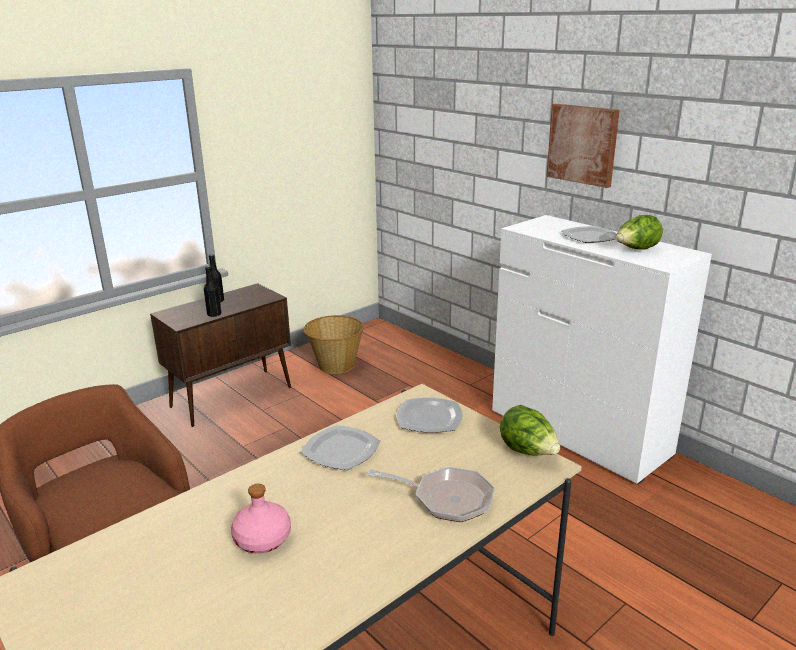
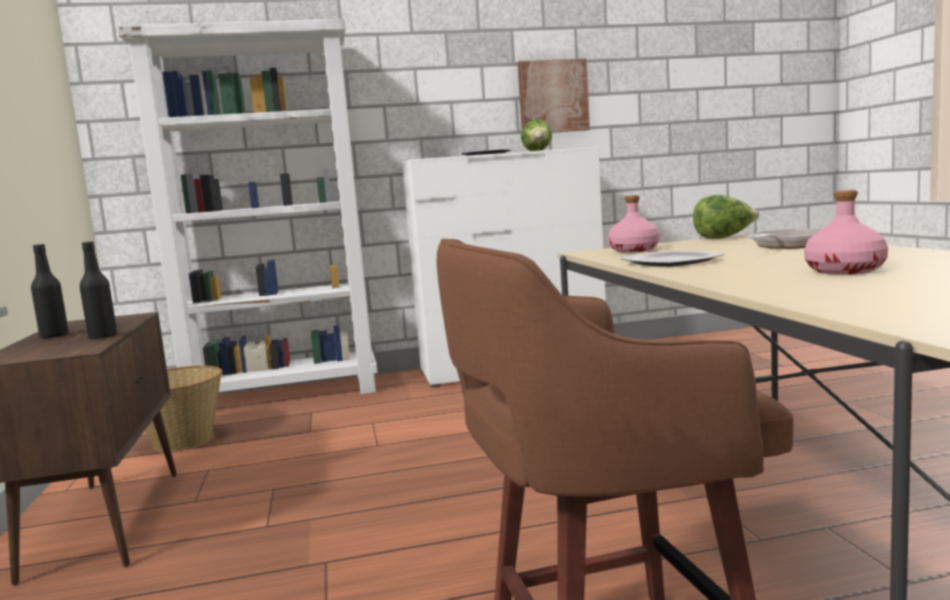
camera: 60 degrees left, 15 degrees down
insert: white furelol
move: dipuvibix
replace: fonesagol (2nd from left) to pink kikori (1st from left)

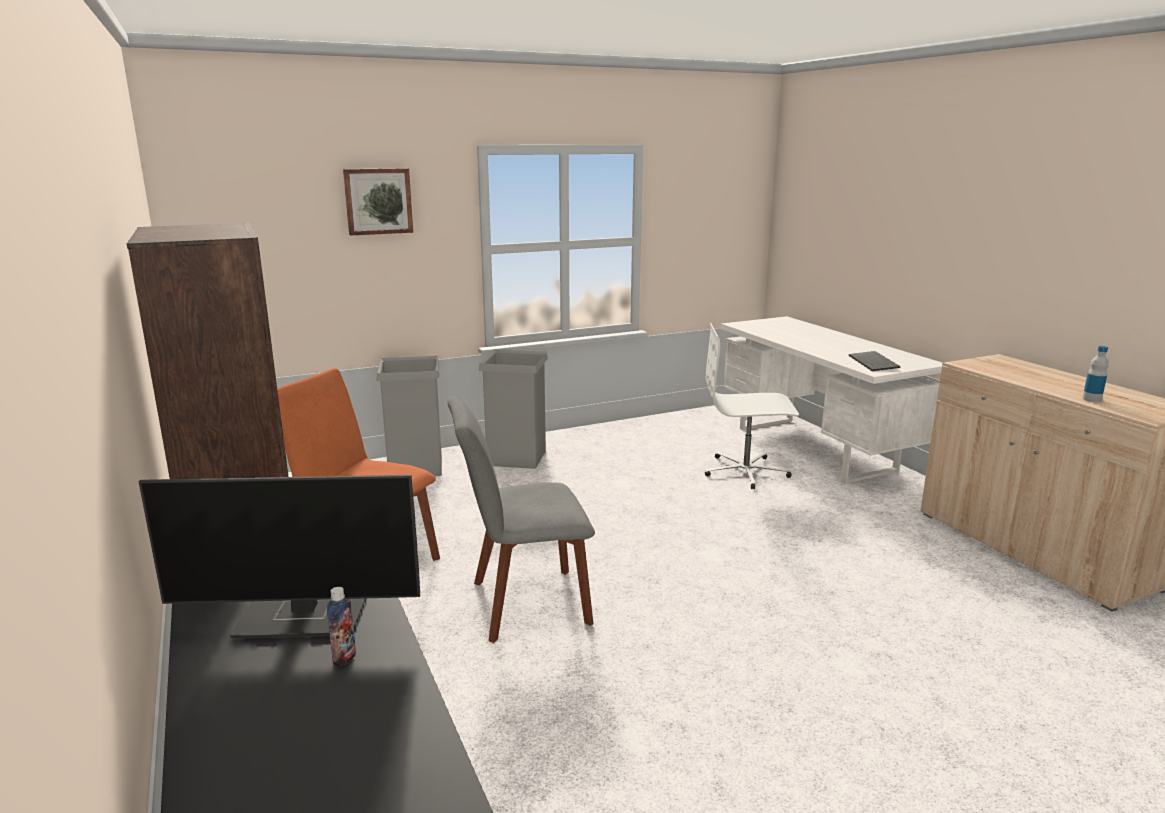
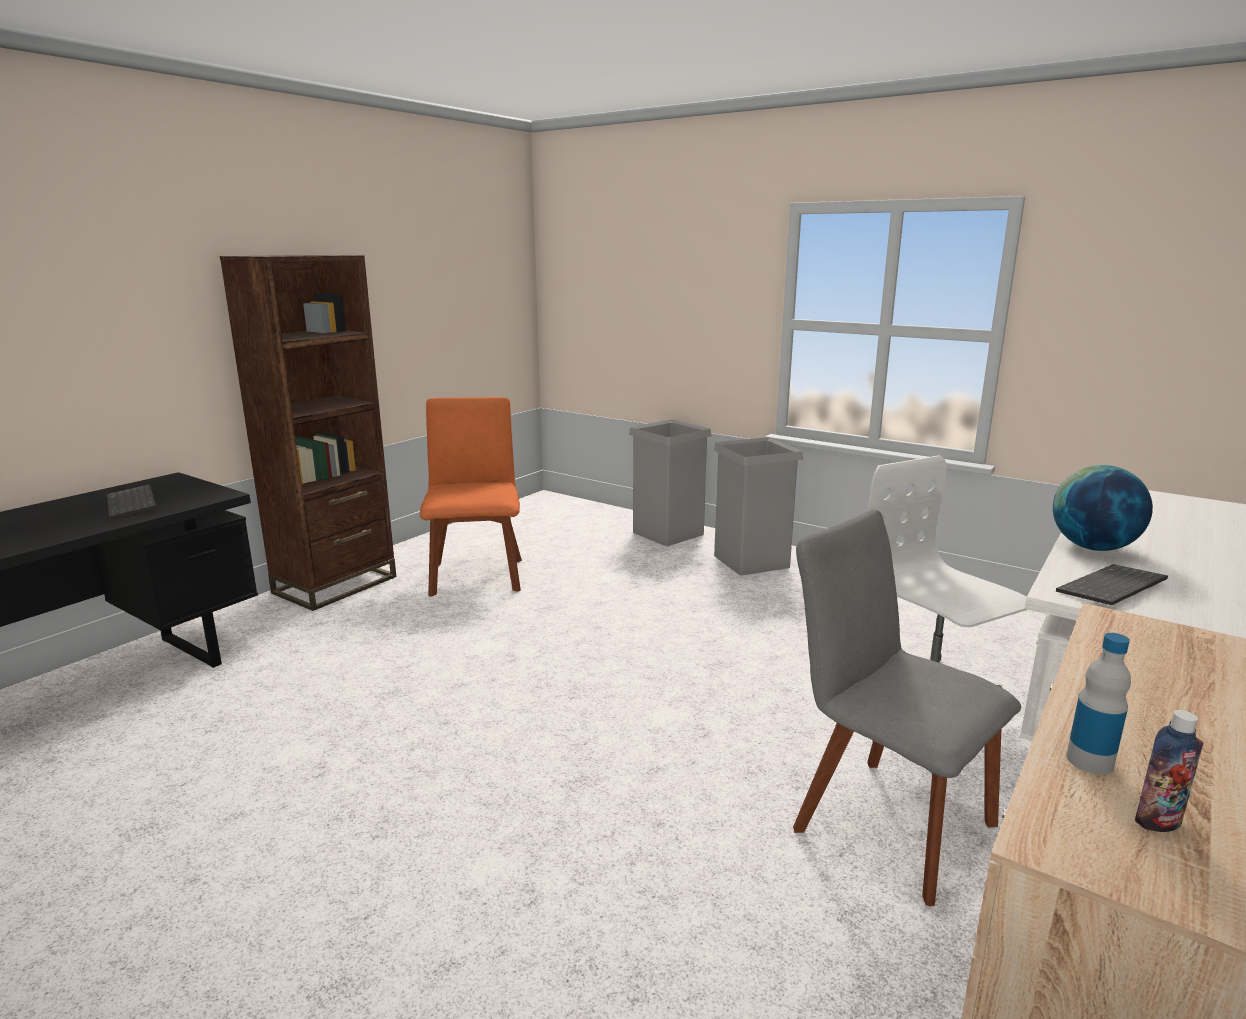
camera: 60 degrees right, 0 degrees up
delete: dipuvibix
insert: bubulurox
move: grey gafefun; kikori (1st from left in the first image) to kikori (2nd from left)
replace: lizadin to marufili (1st from left)

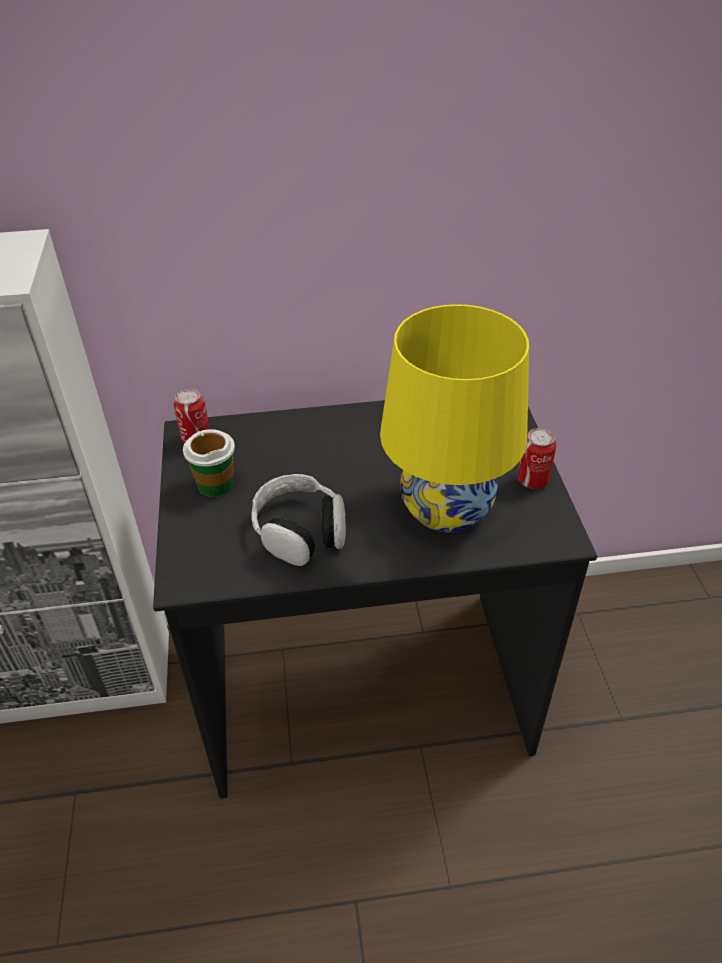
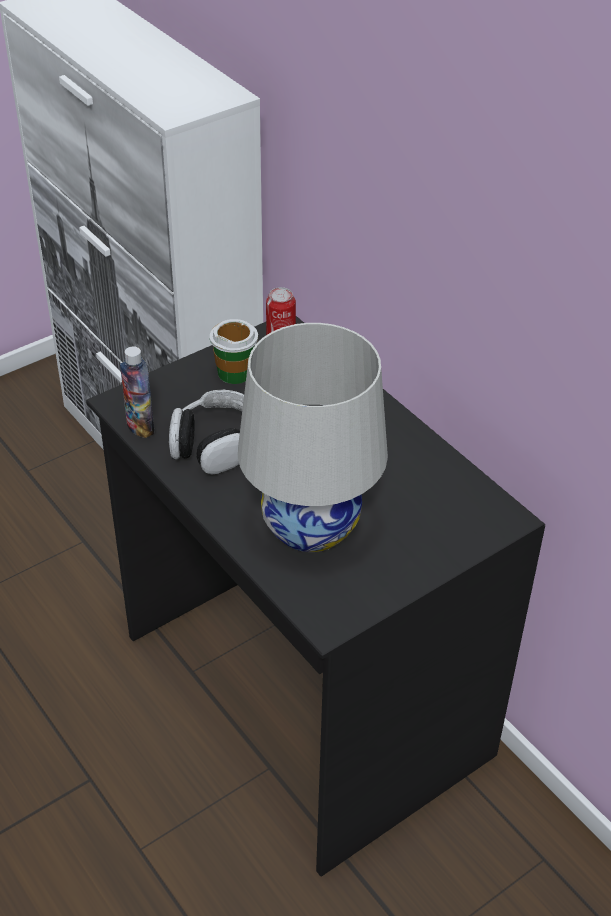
camera: 60 degrees right, 0 degrees up
delete: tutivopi (2nd from left)
insert: kikori
recolor: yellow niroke to white niroke

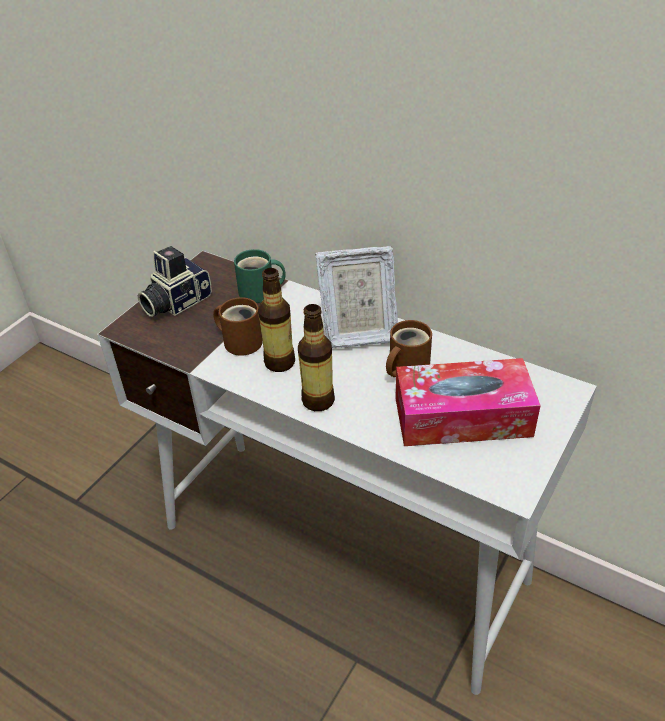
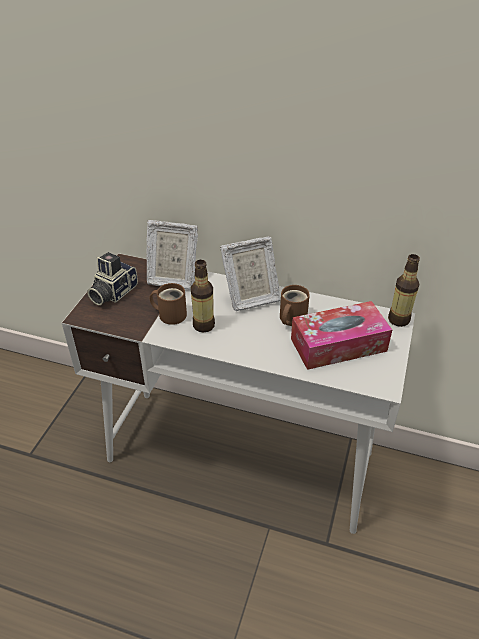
camera: 15 degrees left, 0 degrees up
move: kikori (2nd from left)
replace: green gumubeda to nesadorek (1st from left)

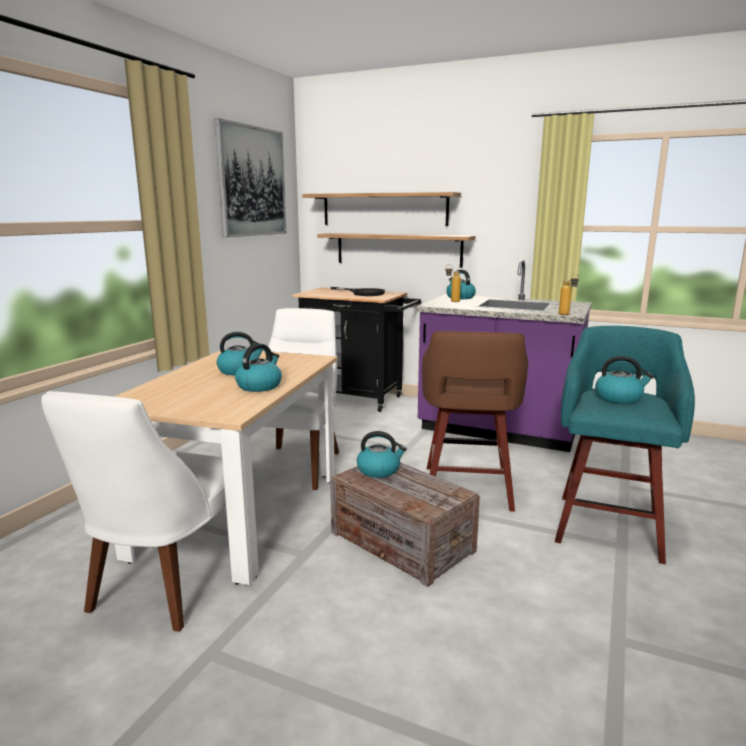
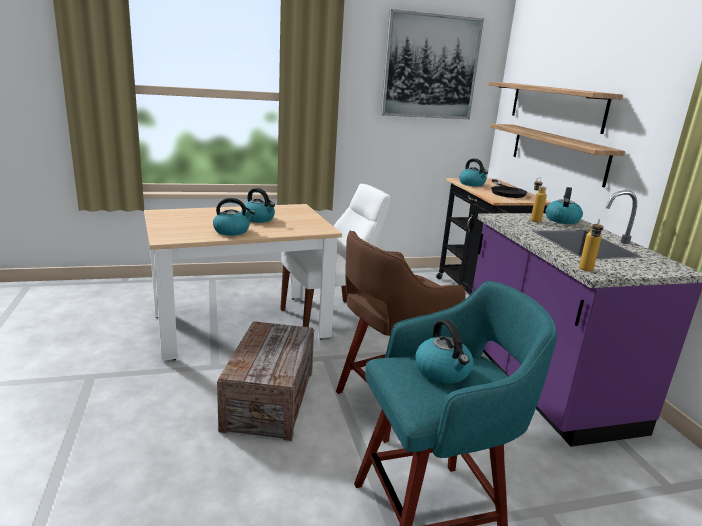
camera: 50 degrees right, 5 degrees up
delete: white gafefun (1st from left)
move: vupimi (3rd from left in the first image) to vupimi (4th from left)

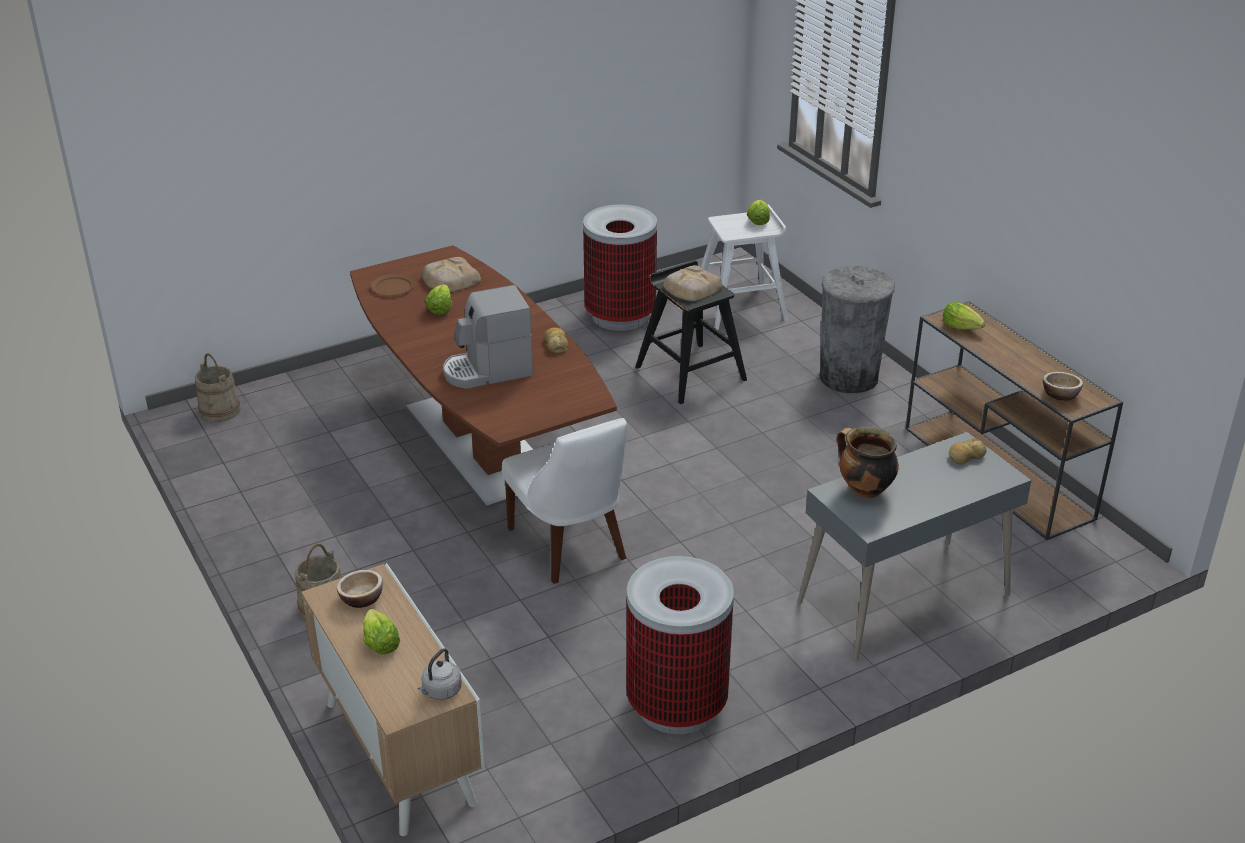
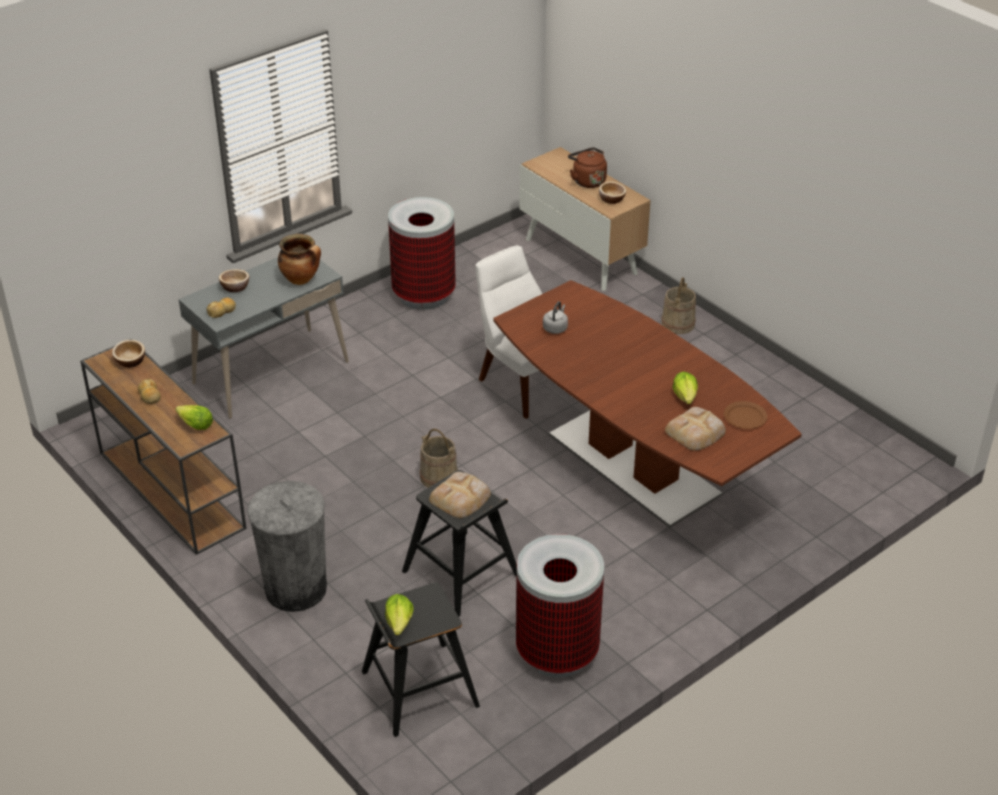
camera: 170 degrees right, 5 degrees up
delete: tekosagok
insert: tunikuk (2nd from left)
move: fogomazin (2nd from left in the first image) to fogomazin (1st from left); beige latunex (1st from left); grey vupimi
replace: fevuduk (1st from left) to brown vupimi
recolor: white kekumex to black kekumex (1st from left)

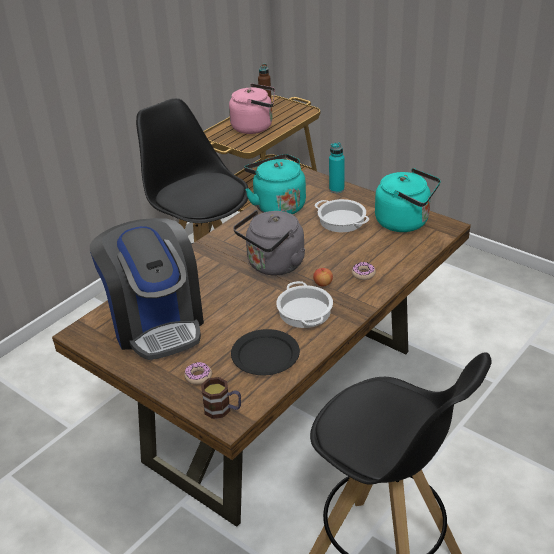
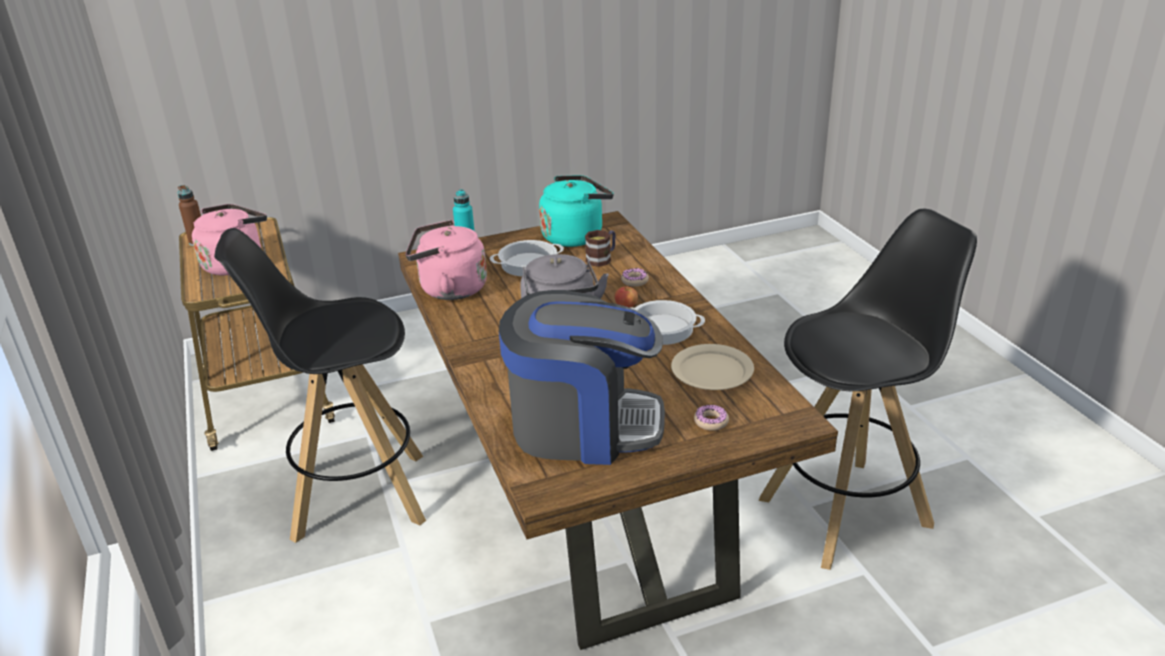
camera: 60 degrees left, 5 degrees down
move: gumubeda
recolor: turquoise vupimi (1st from left) to pink vupimi (2nd from left); black fonesagol to beige fonesagol

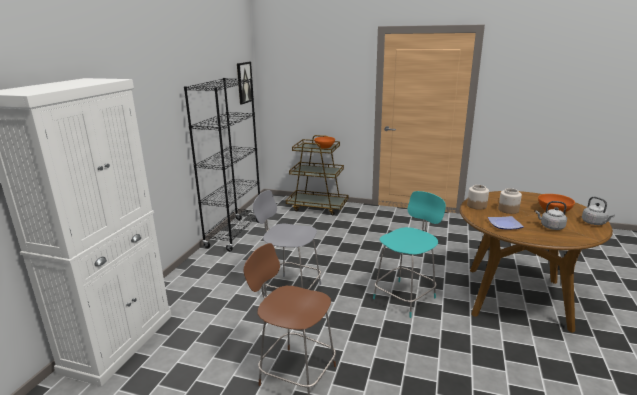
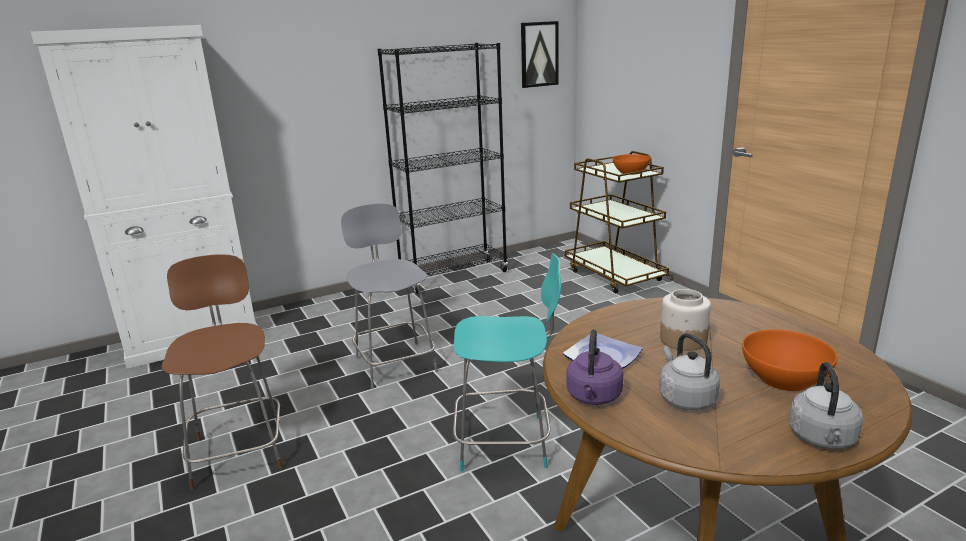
camera: 45 degrees right, 0 degrees up
delete: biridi (1st from left)
insert: purple vupimi

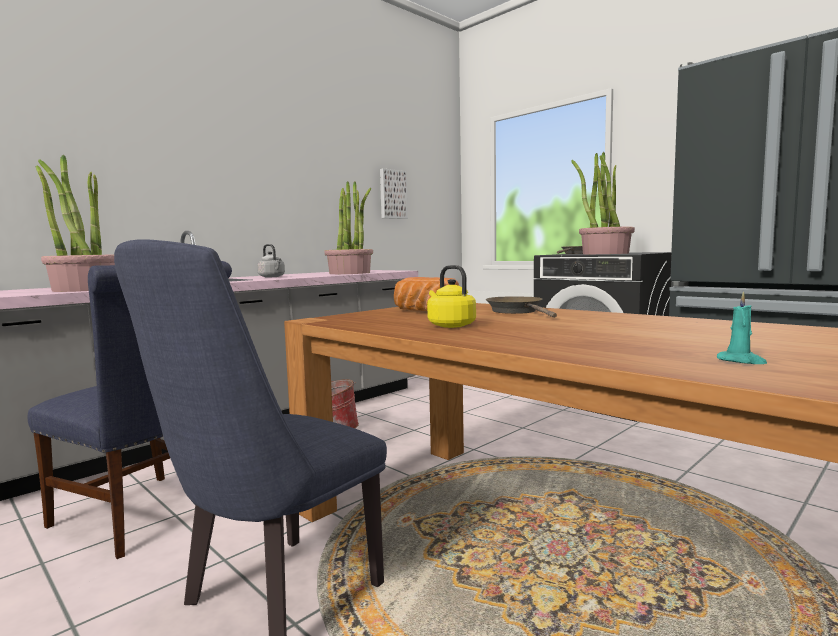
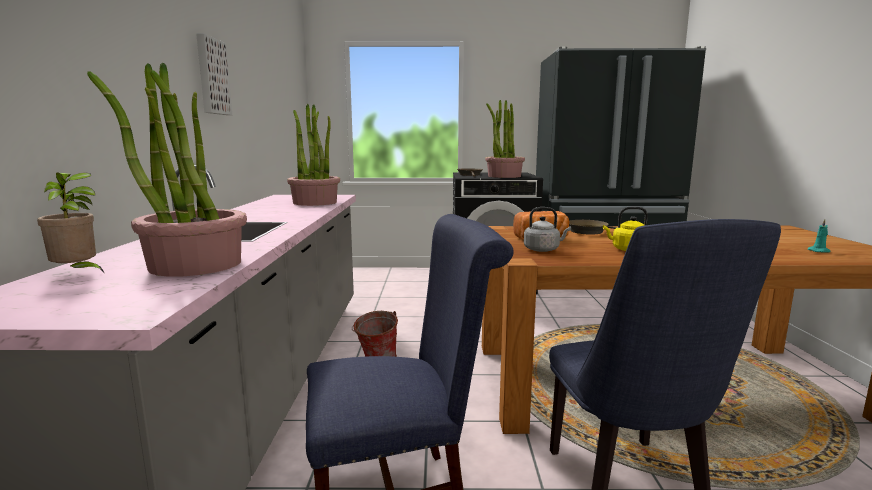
camera: 45 degrees left, 5 degrees up
insert: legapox (1st from left)
move: dipuvibix; grey vupimi

